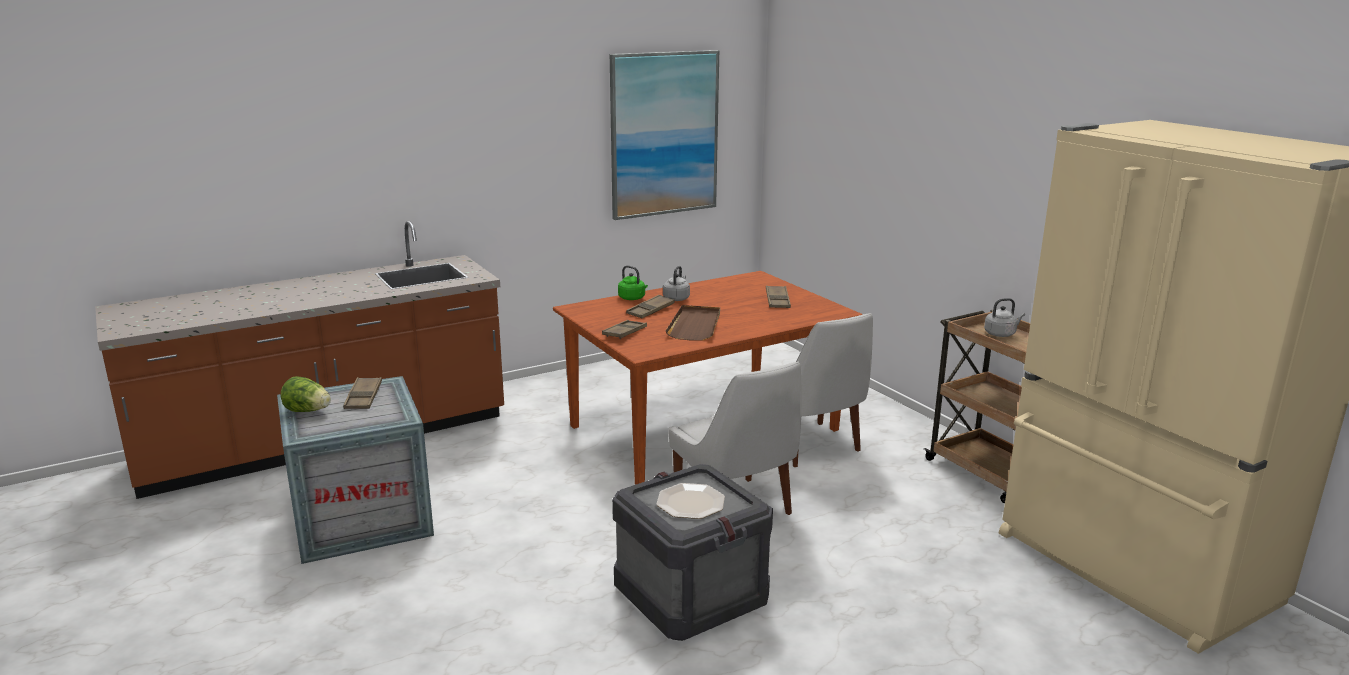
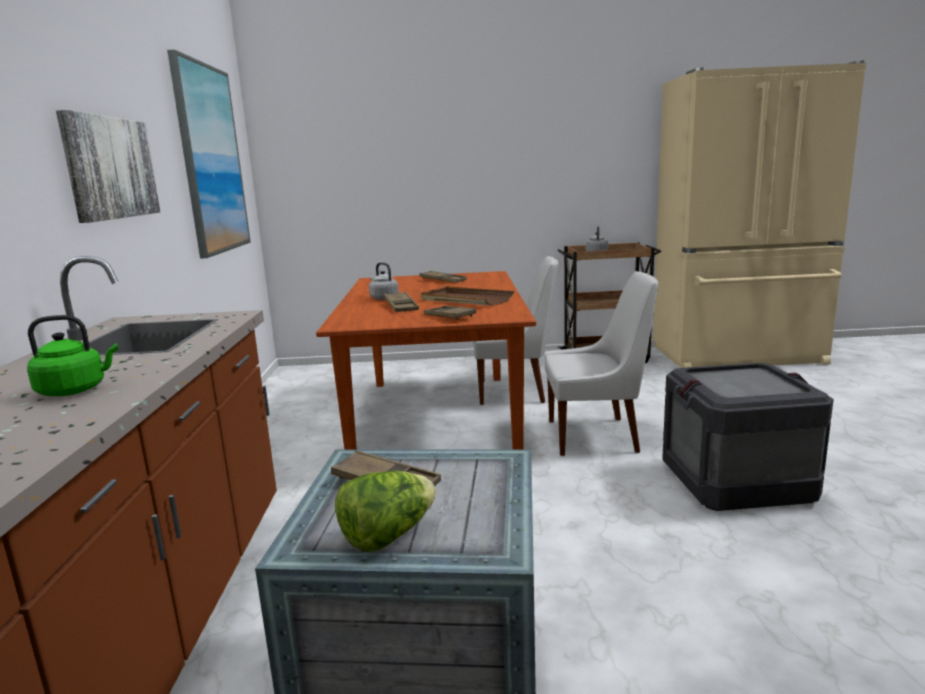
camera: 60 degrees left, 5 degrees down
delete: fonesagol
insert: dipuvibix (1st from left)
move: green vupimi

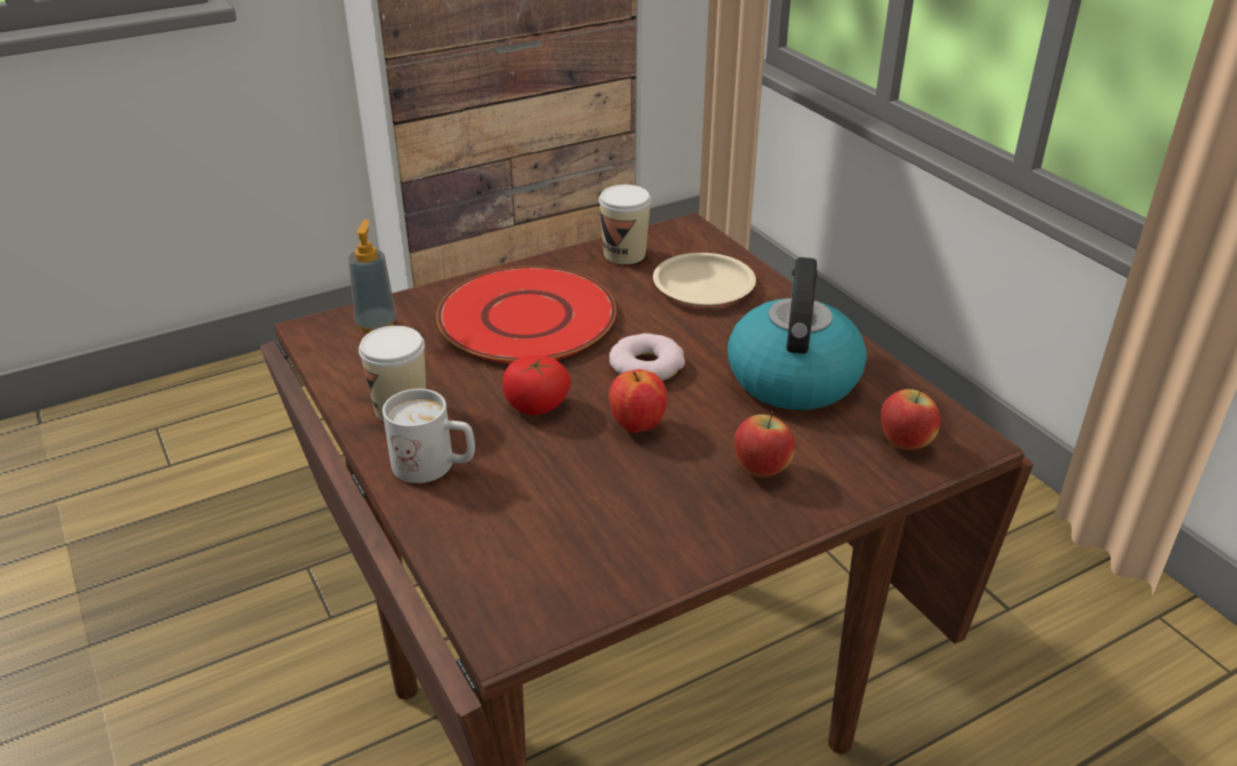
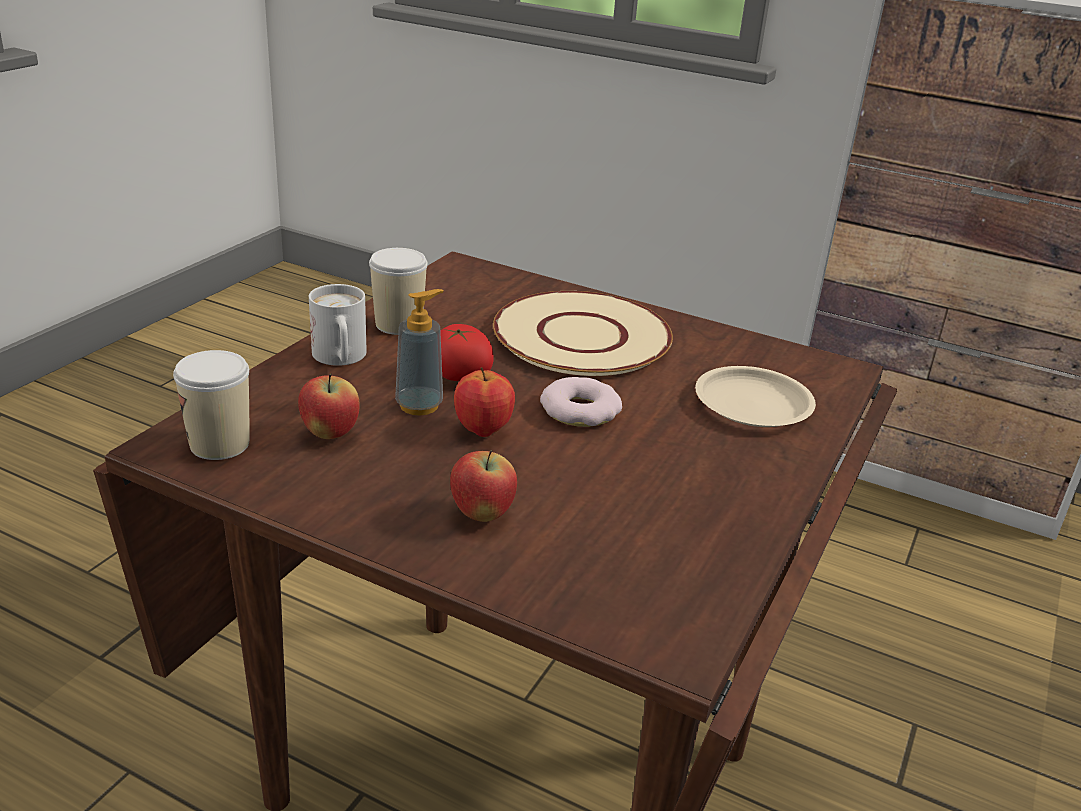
camera: 55 degrees right, 5 degrees down
delete: vupimi
move: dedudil (2nd from left in the first image) to dedudil (1st from left); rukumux; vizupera (3rd from left in the first image) to vizupera (1st from left)
recolor: red fonesagol to beige fonesagol (1st from left)

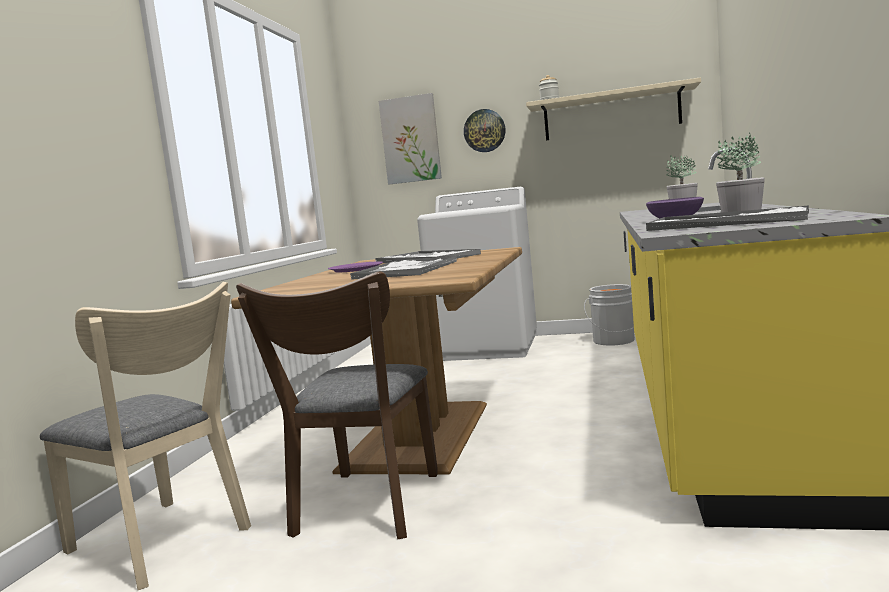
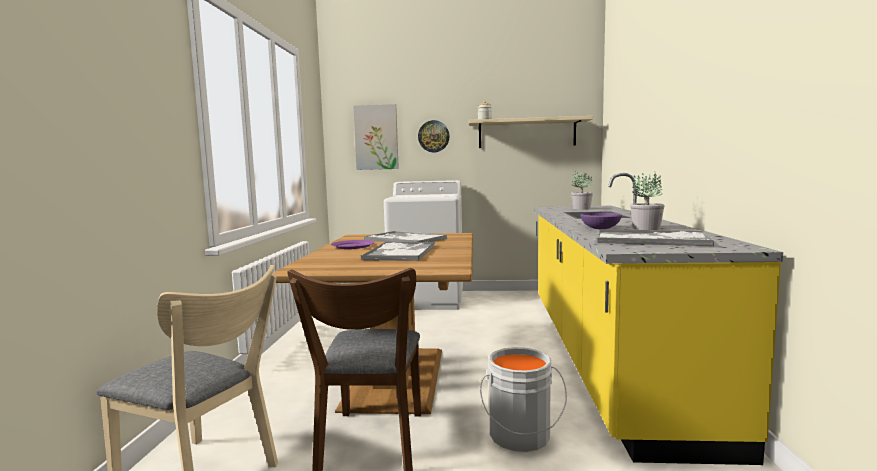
camera: 10 degrees left, 0 degrees up
move: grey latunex

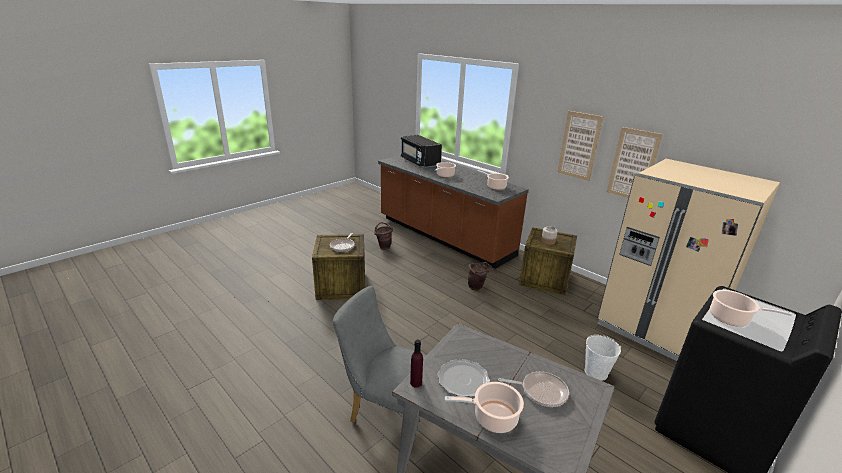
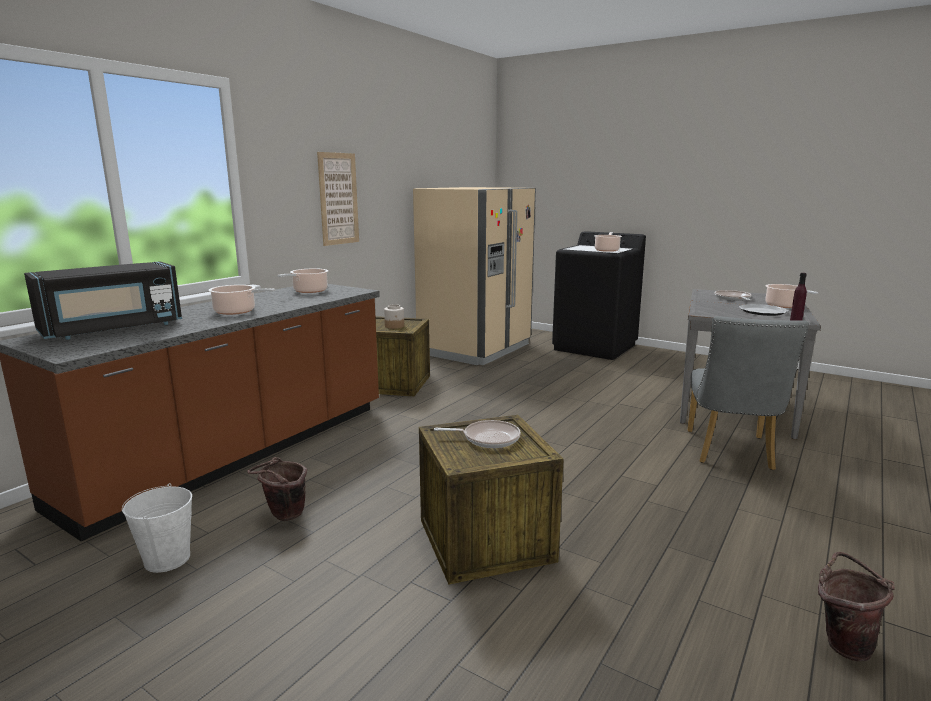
camera: 100 degrees left, 10 degrees down
delete: dipuvibix (2nd from left)
move: brown latunex (2nd from left); white latunex

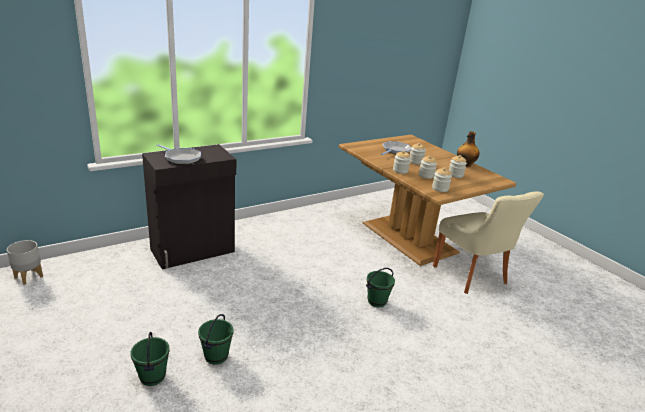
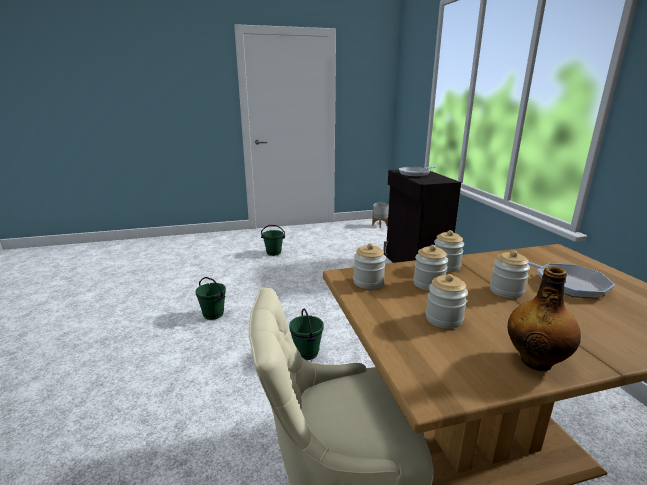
camera: 110 degrees right, 5 degrees down
move: green latunex (2nd from left in the first image) to green latunex (1st from left)

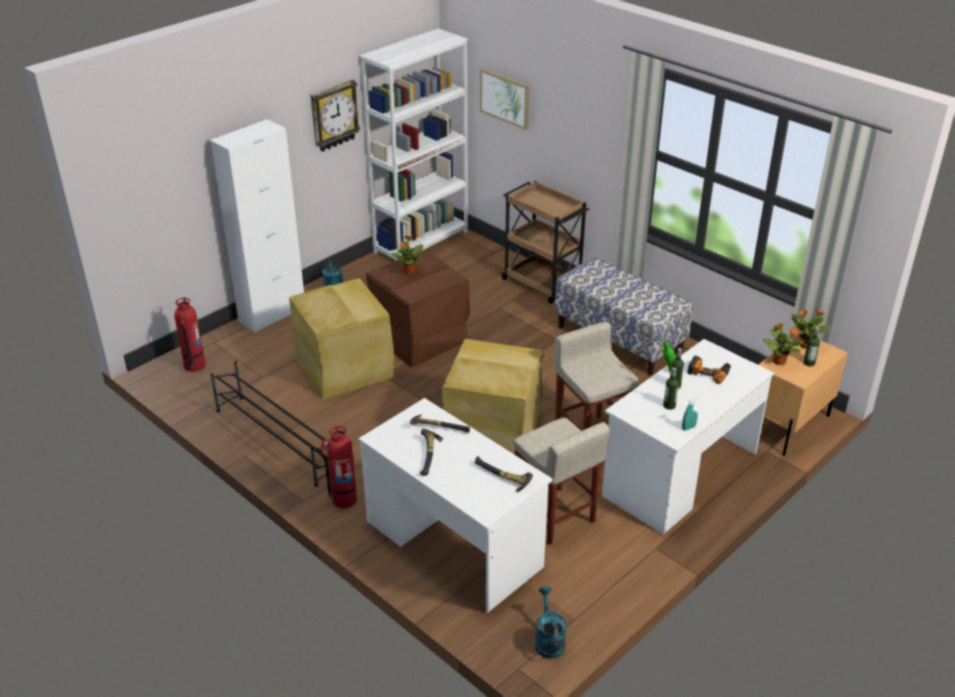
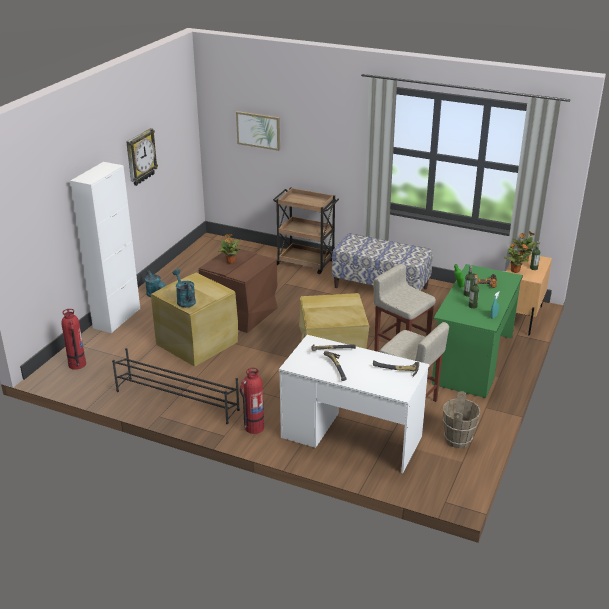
camera: 20 degrees left, 5 degrees down
delete: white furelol
insert: brown latunex
move: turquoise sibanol (2nd from left)
recolor: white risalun (2nd from left) to green risalun

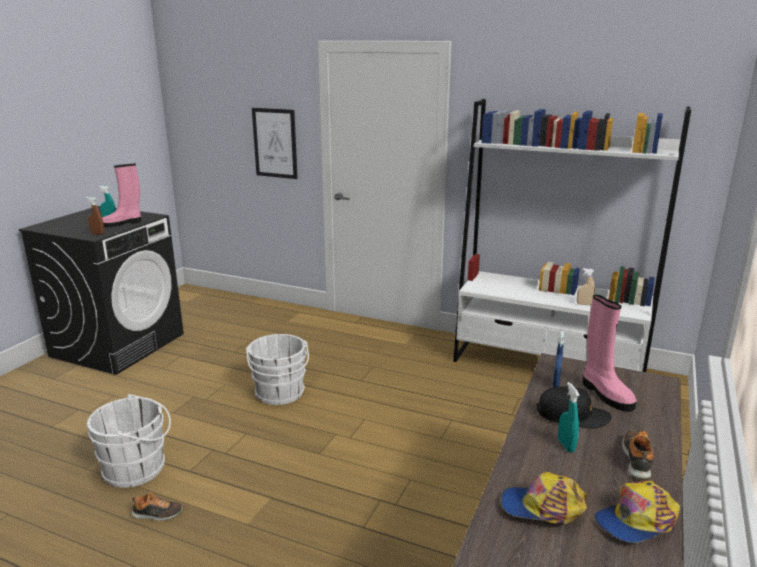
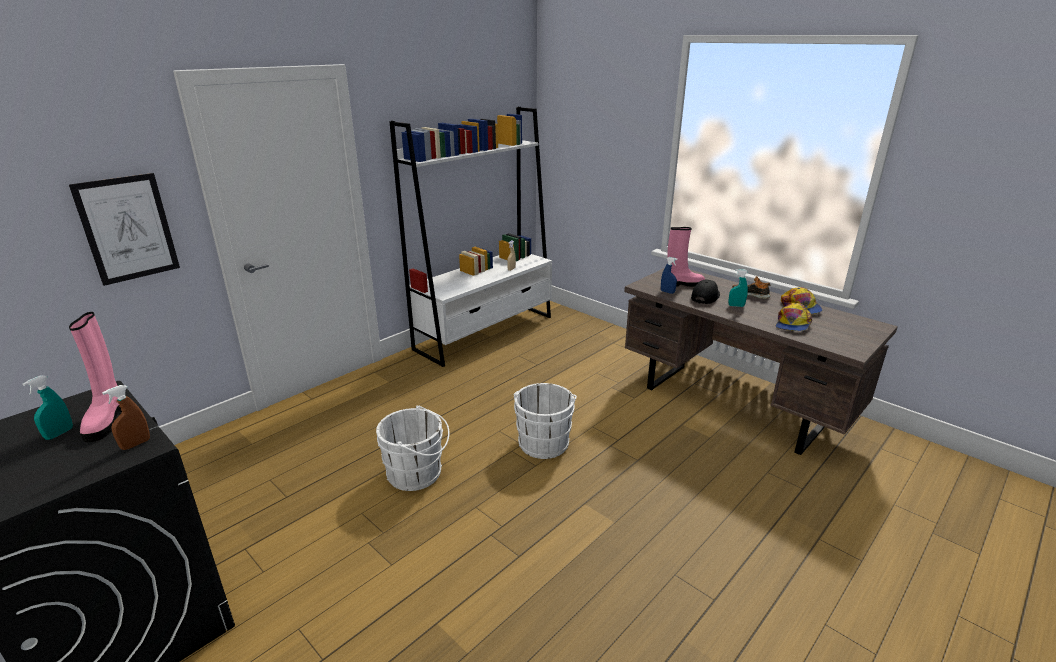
camera: 70 degrees left, 5 degrees up
delete: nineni (1st from left)
move: white latunex (1st from left in the first image) to white latunex (2nd from left)

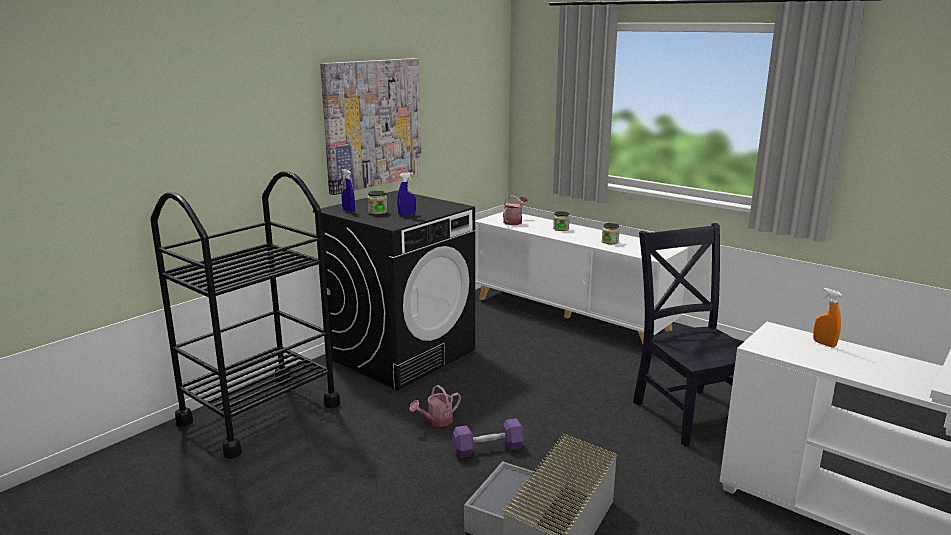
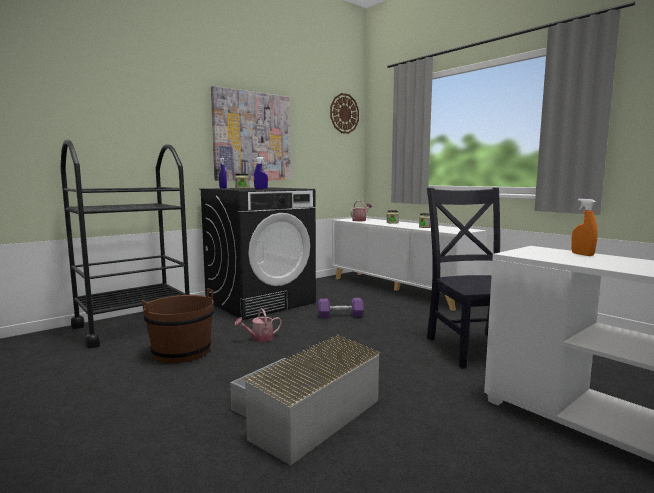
camera: 10 degrees right, 10 degrees down
insert: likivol; brown latunex
move: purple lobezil

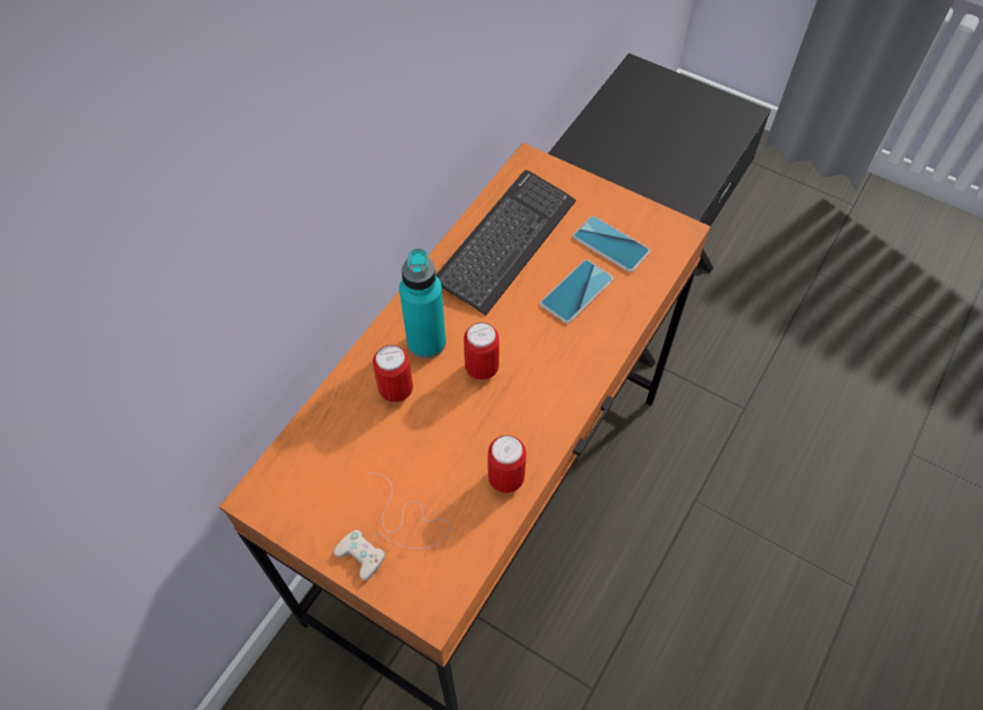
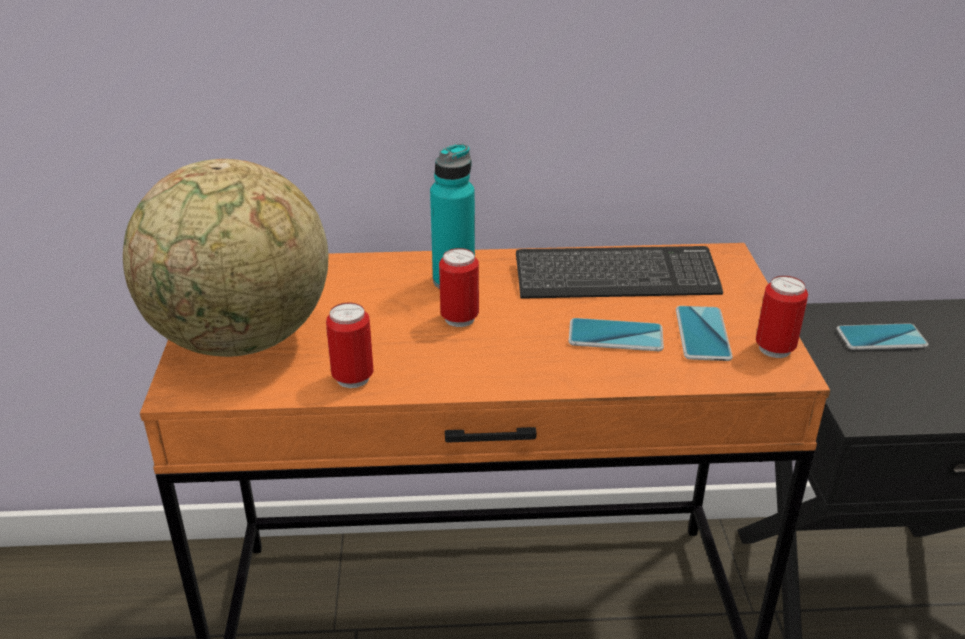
camera: 55 degrees right, 25 degrees down
insert: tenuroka (3rd from left)
move: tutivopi (1st from left in the first image) to tutivopi (3rd from left)
replace: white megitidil to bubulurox

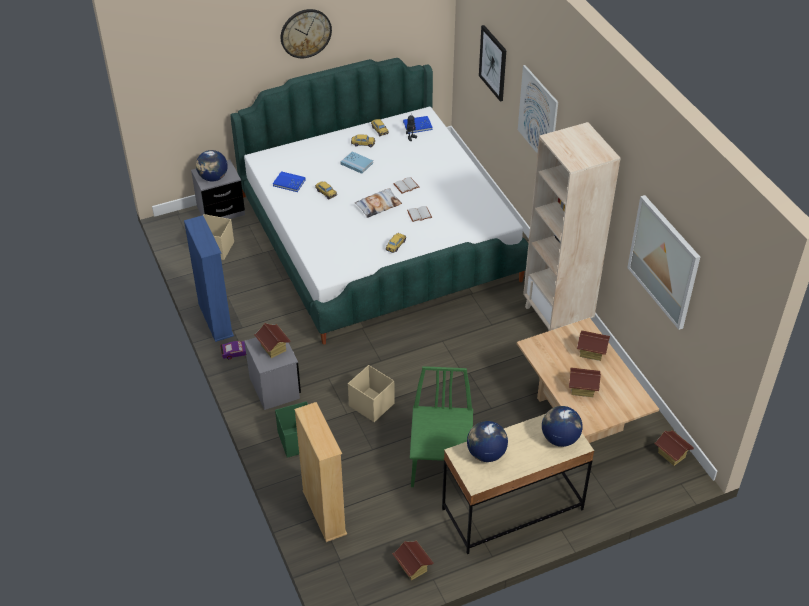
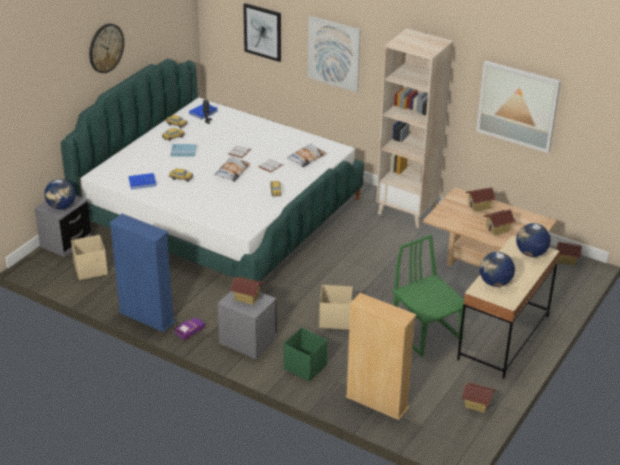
camera: 35 degrees left, 10 degrees down
insert: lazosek (2nd from left)

